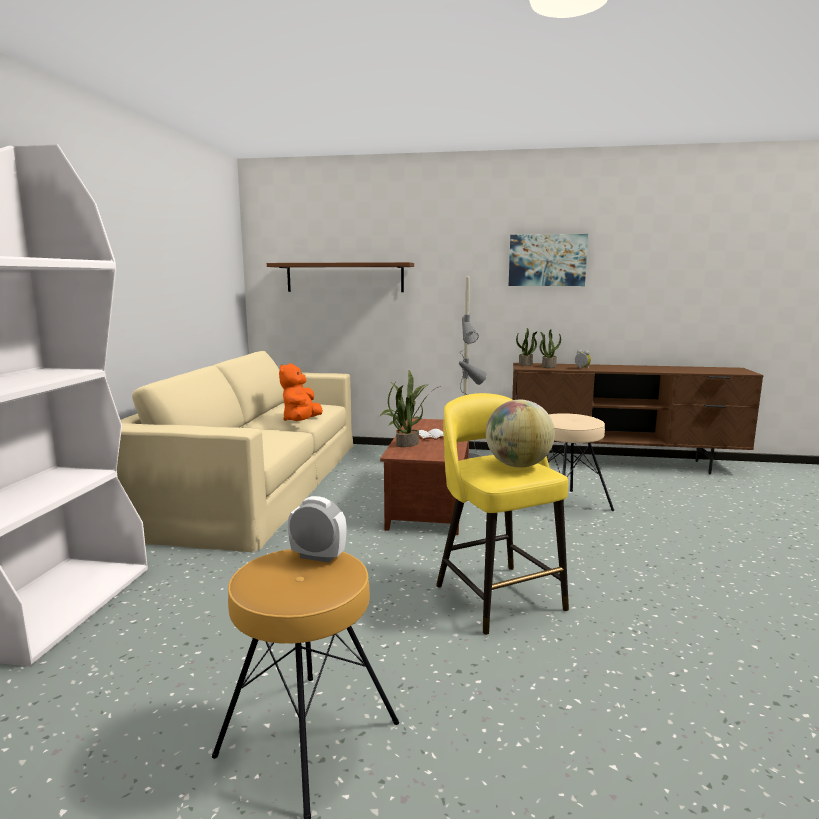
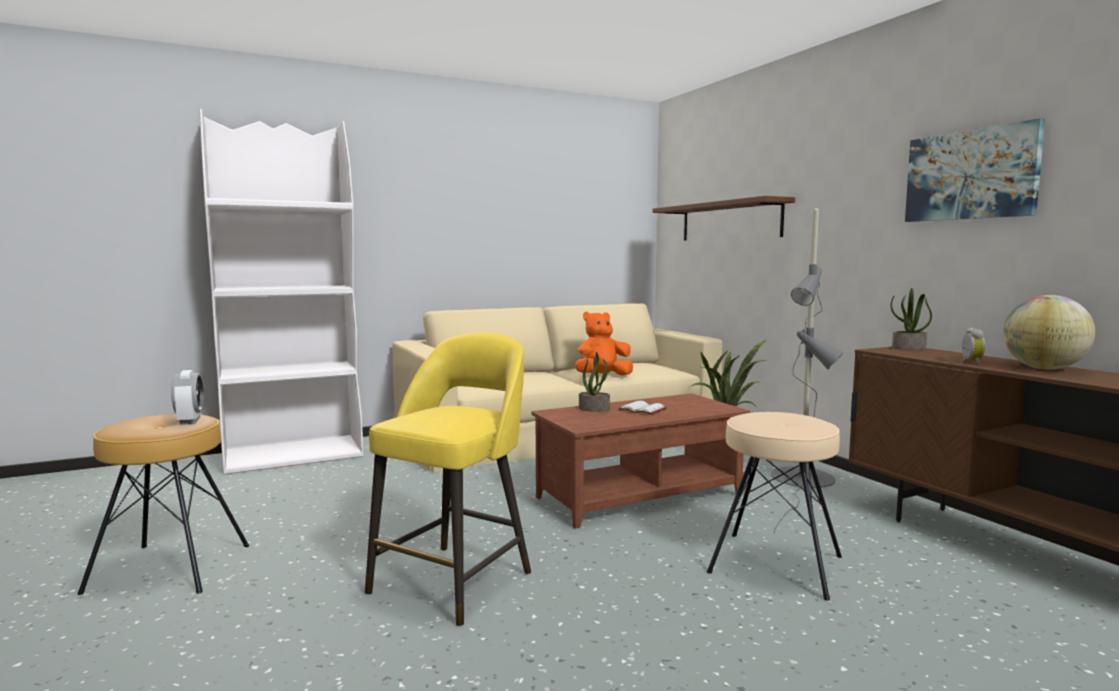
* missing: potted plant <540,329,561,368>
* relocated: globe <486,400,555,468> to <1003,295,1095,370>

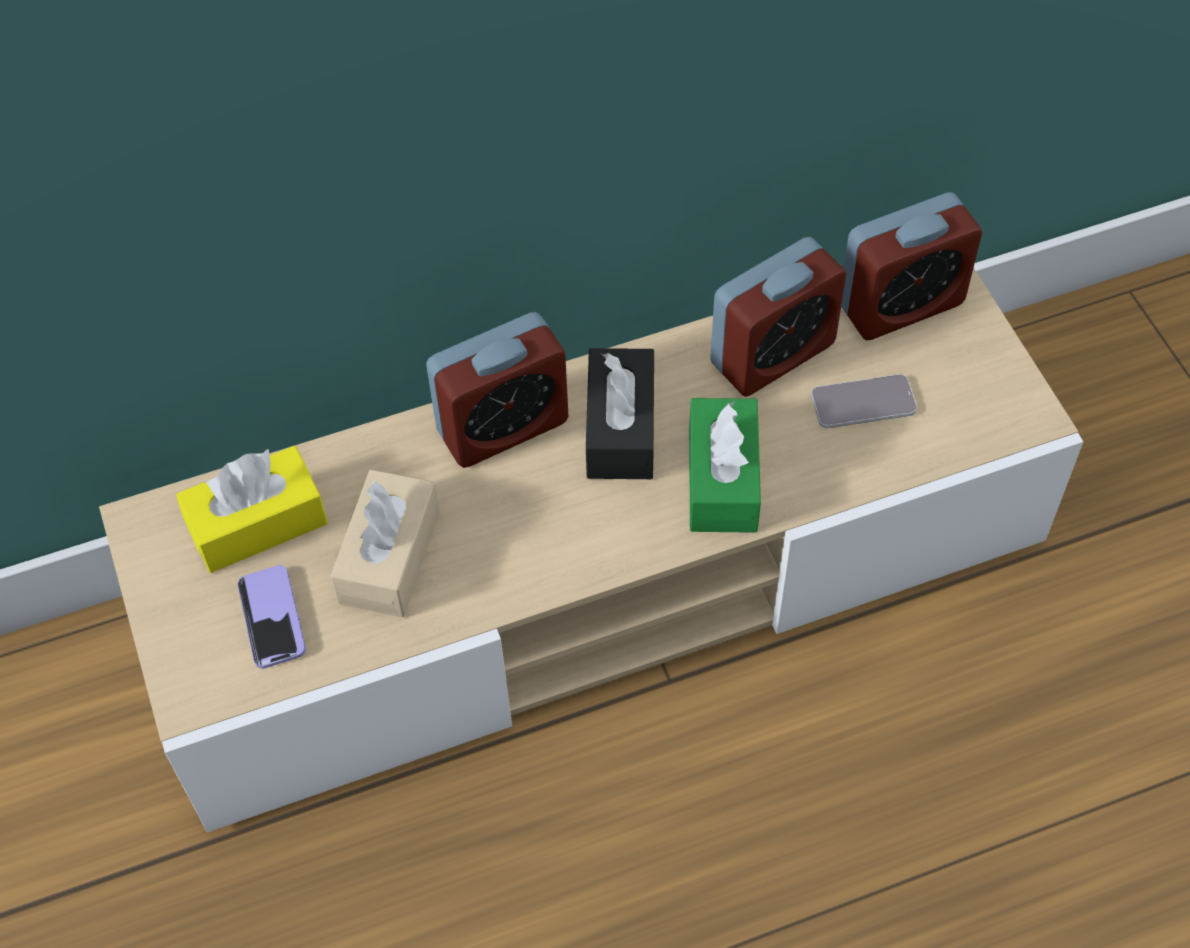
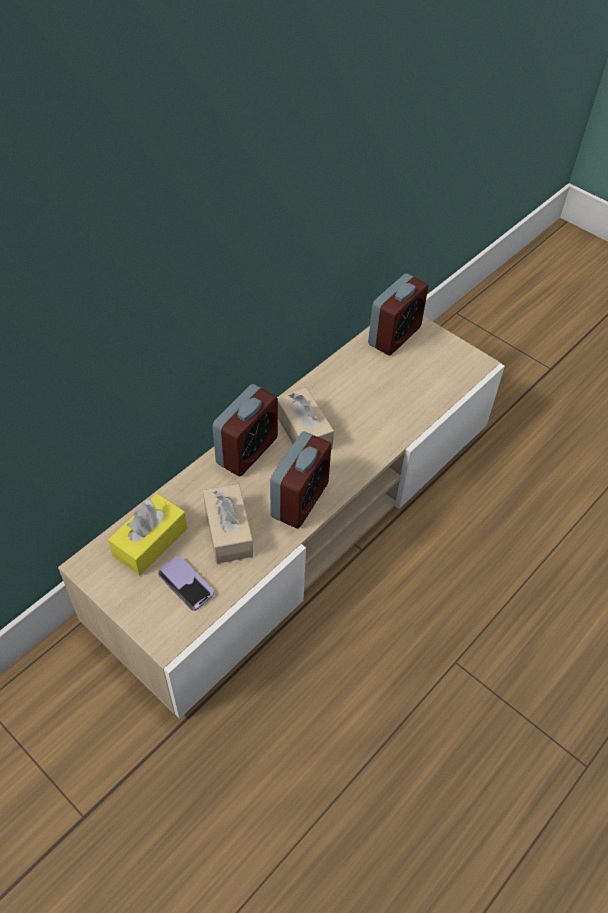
* relocated: alarm clock <710,237,846,397> to <270,431,332,529>
* colour: black tissue box <586,348,654,479> to beige tissue box <277,388,334,449>
* missing: phone <811,374,917,428>
* missing: green tissue box <689,398,761,533>

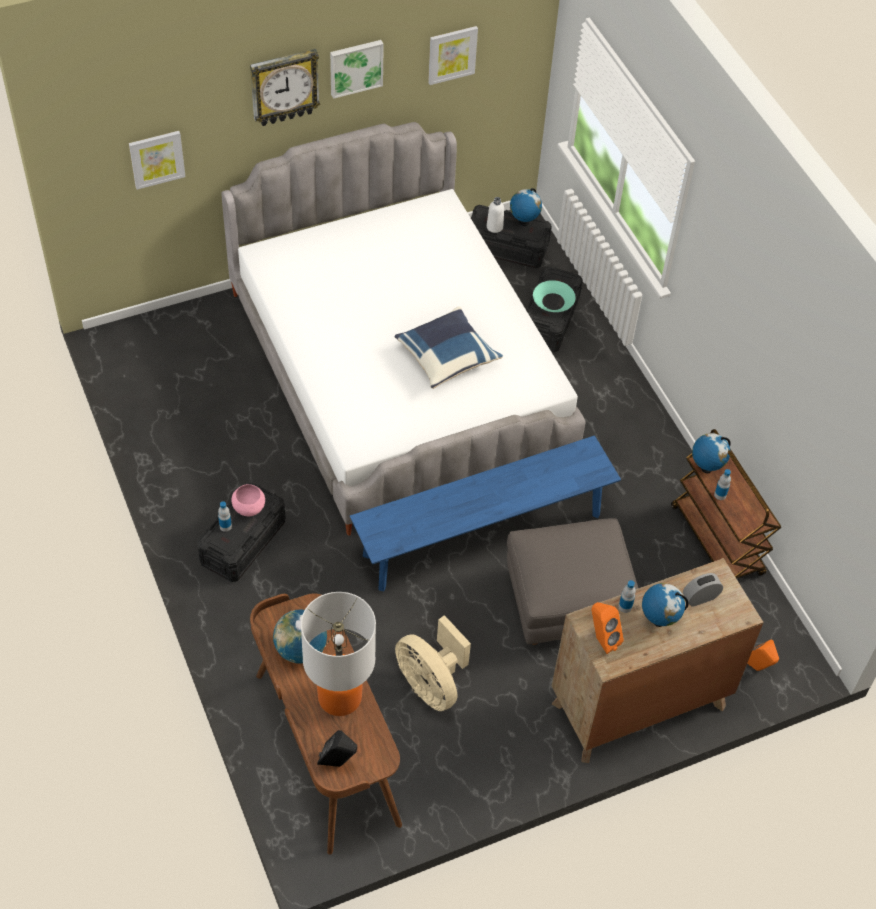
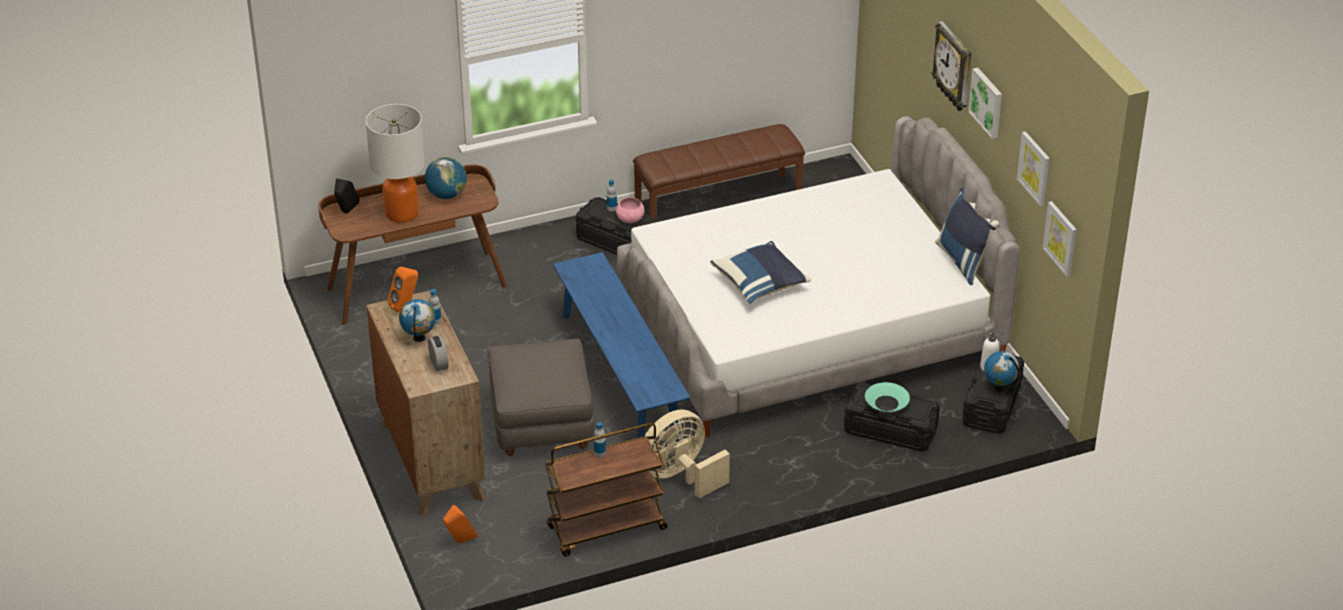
* relocated: picture <129,131,186,190> to <1042,201,1077,277>
* missing: globe <692,433,731,473>
* relocated: beige fan <395,615,471,711> to <645,409,730,498>
* appeared: brown bench <633,124,805,219>
* appeared: blue pillow <935,188,999,285>

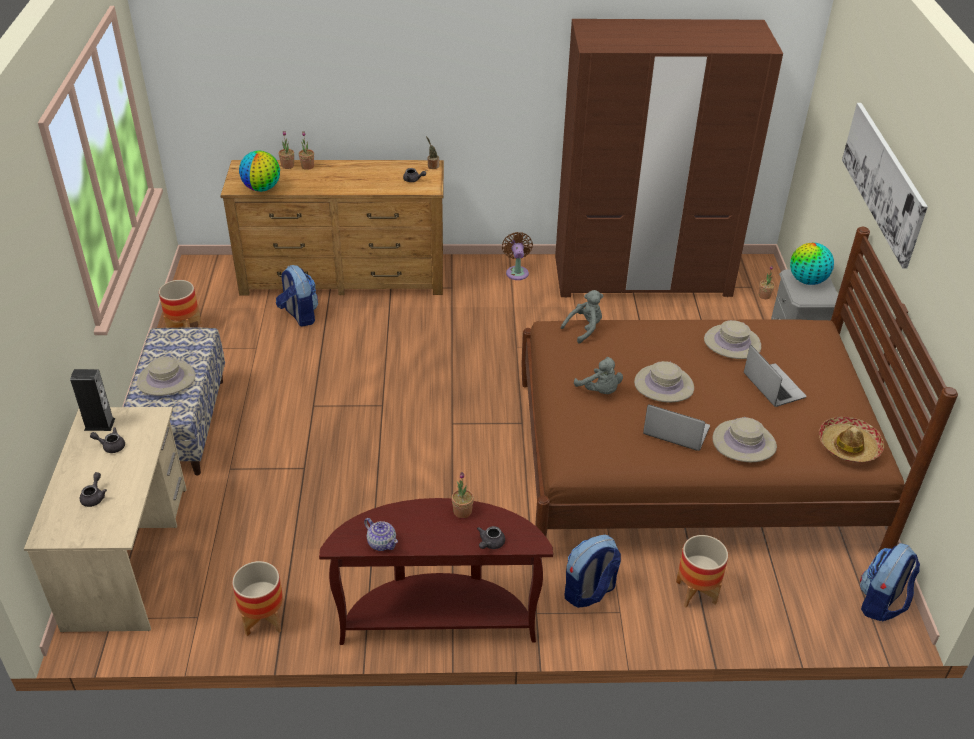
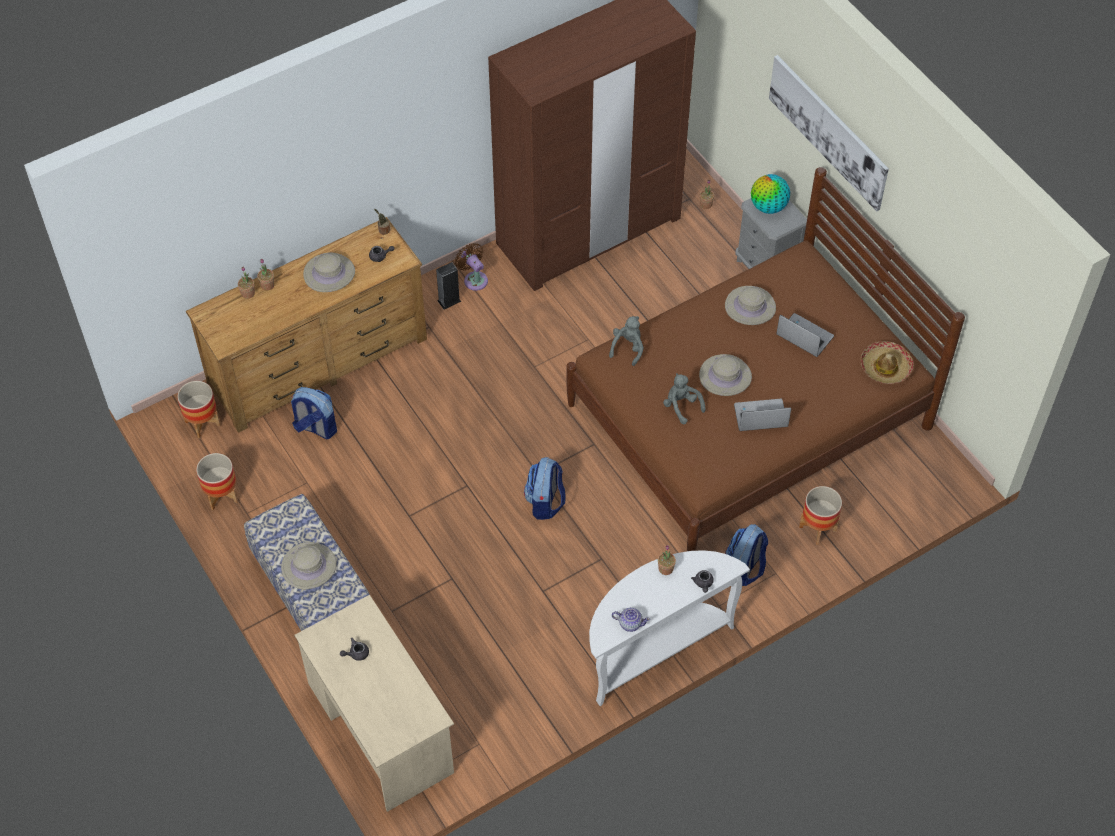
* missing: globe <239,151,280,192>
* spun: grey plush toy <574,357,623,394> = <663,373,706,424> 150 degrees counterclockwise
* relocated: speaker <70,369,115,431> to <436,262,461,310>
* relocated: beige hat <713,417,777,462> to <303,252,355,292>
* missing: grey teapot <80,472,107,507>
* colour: brown console table <319,498,553,645> to white console table <589,550,750,706>
* relocated: backpack <860,543,920,621> to <524,457,565,520>
* relocated: planter <232,561,283,636> to <177,381,221,438>

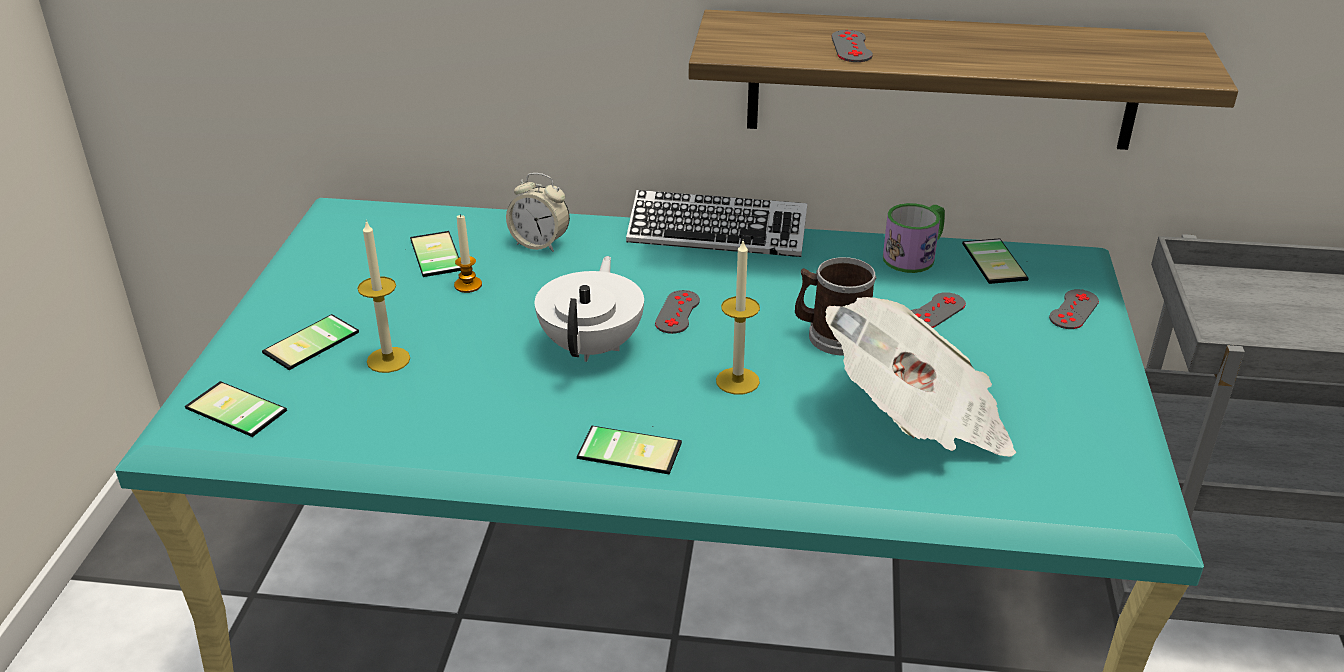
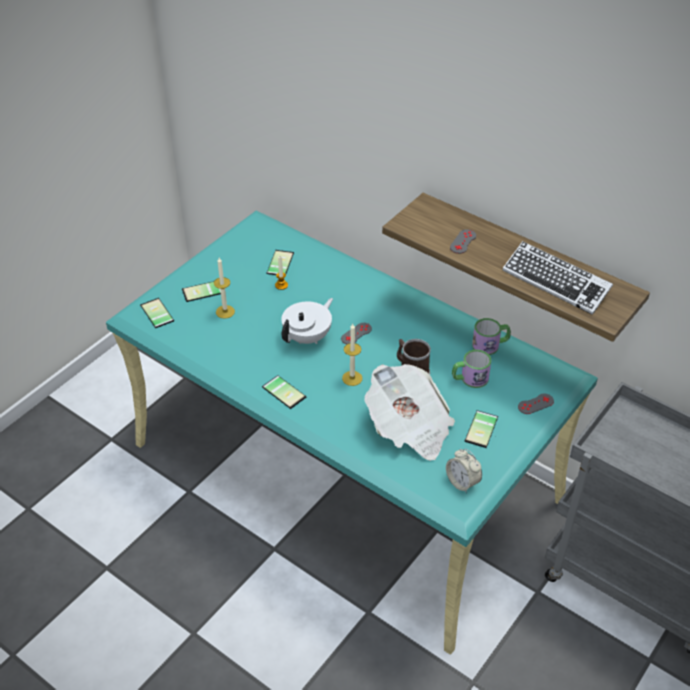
* relocated: alarm clock <506,173,570,252> to <446,448,482,493>
* relocated: keyboard <626,190,807,257> to <502,241,613,315>
* relocated: phone <962,238,1029,284> to <465,410,498,448>
* exchanged: grey game controller <911,292,966,328> to mug <452,350,492,388>

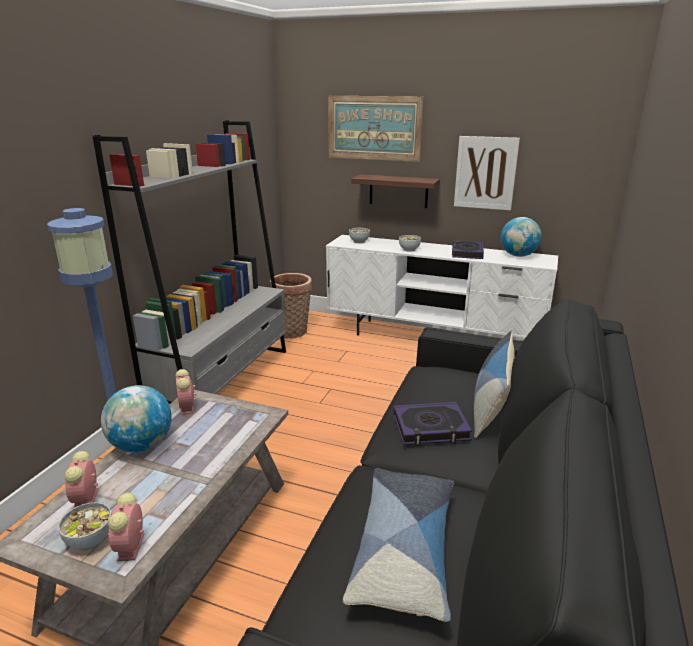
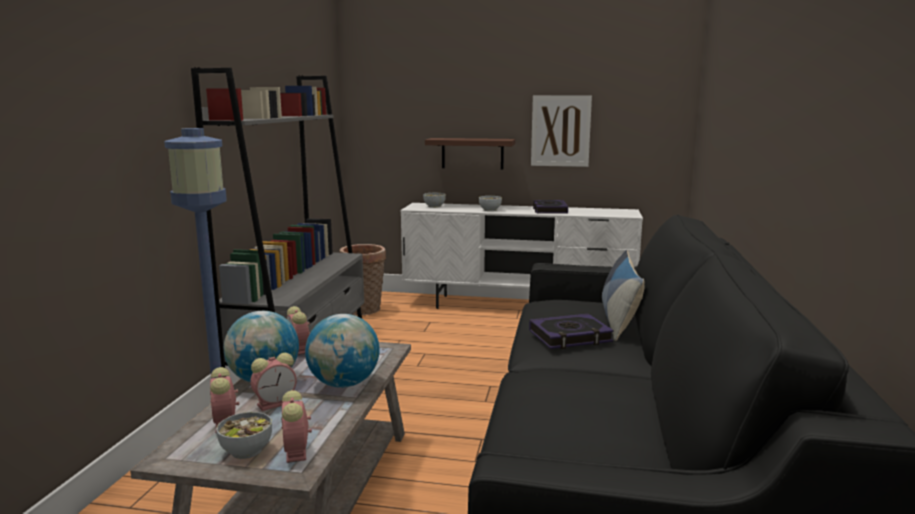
* missing: picture <328,96,423,162>
* relocated: globe <501,217,542,257> to <305,314,380,388>
* missing: pillow <343,468,454,622>
* appeared: alarm clock <251,353,297,411>

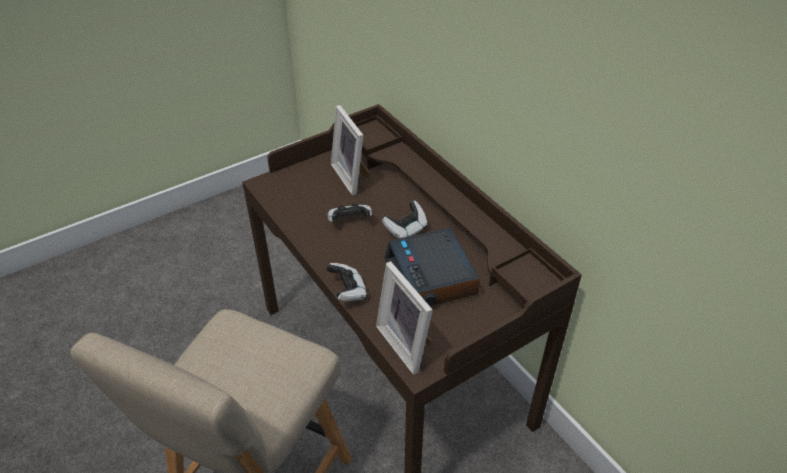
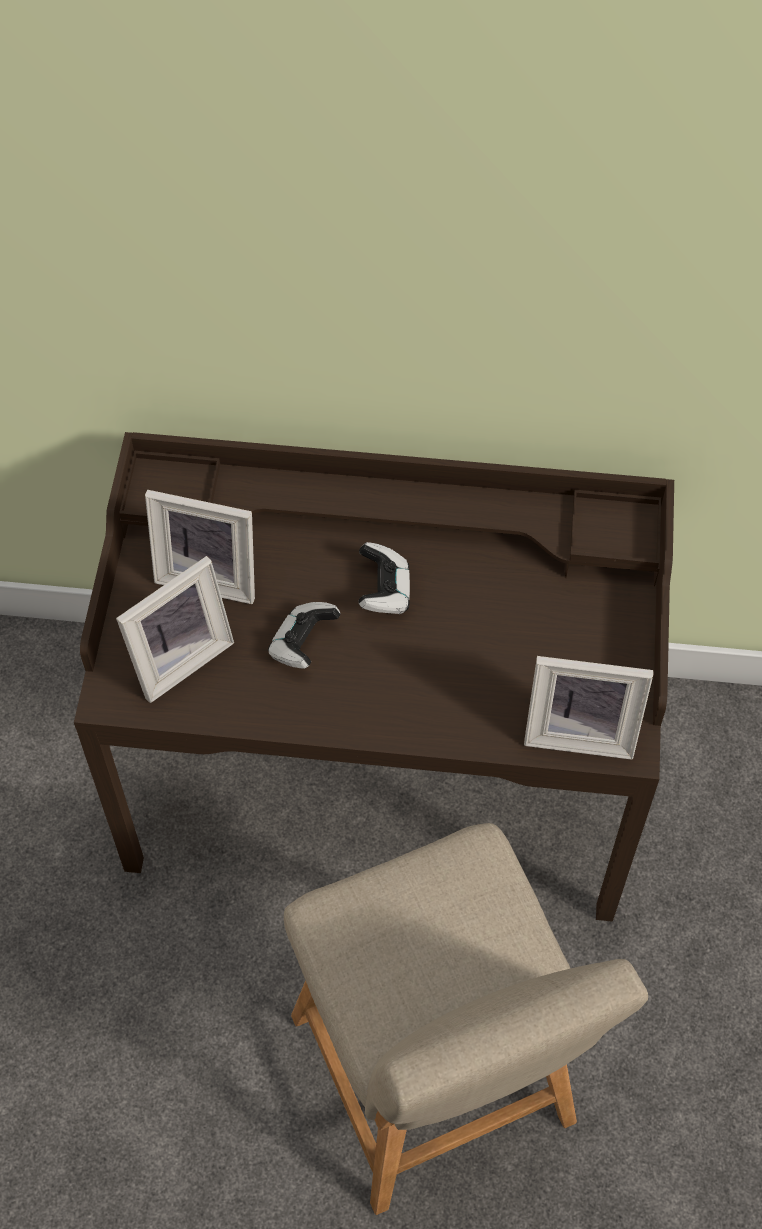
* missing: alarm clock <385,228,480,306>
* missing: game controller <326,263,368,301>
* appeared: picture frame <116,556,234,703>

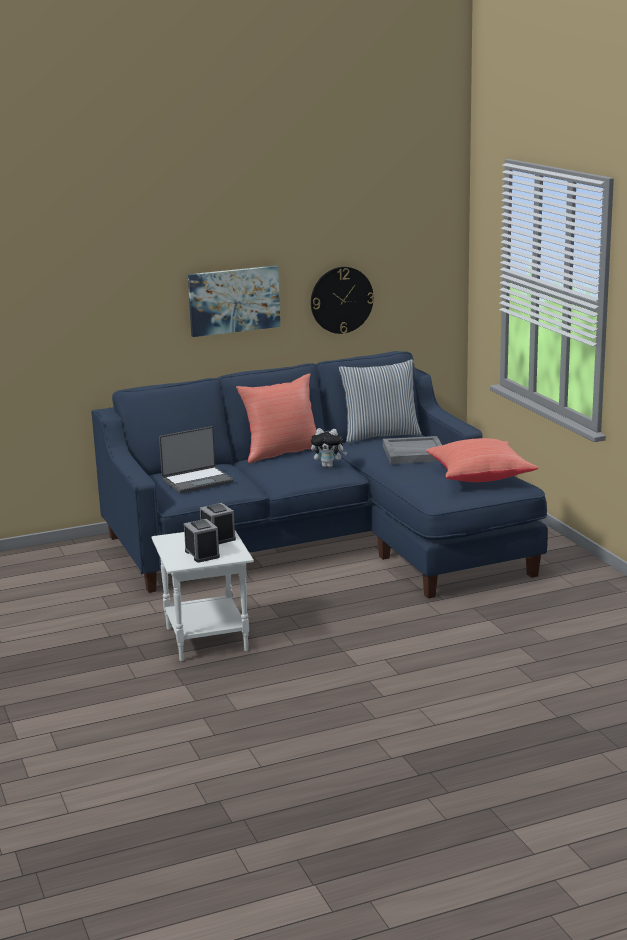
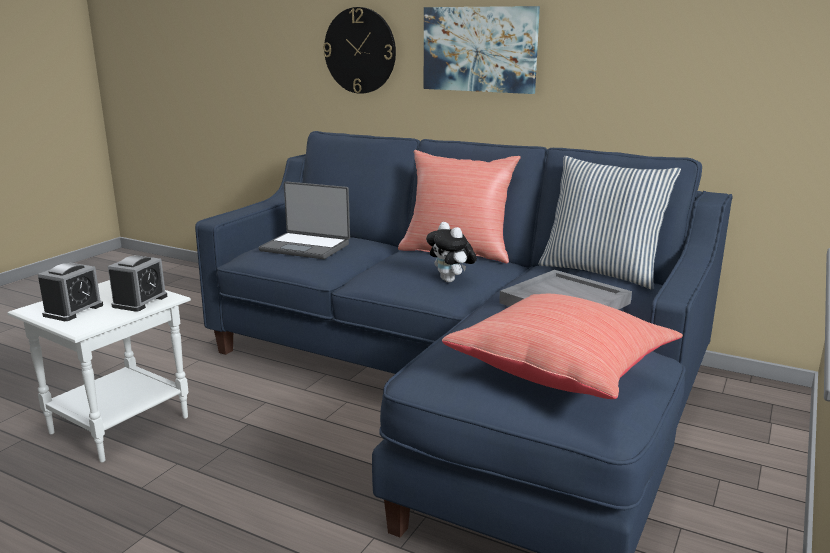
* relocated: wall clock <311,267,374,334> to <323,7,396,94>

